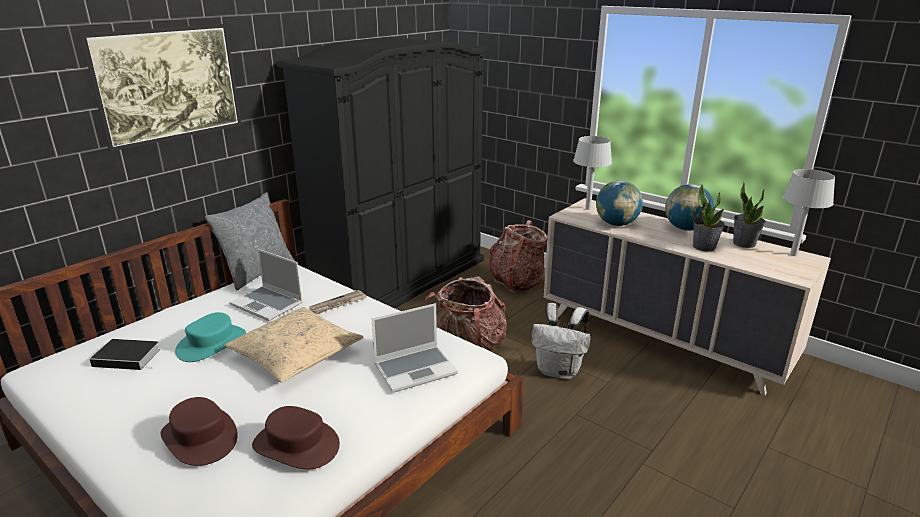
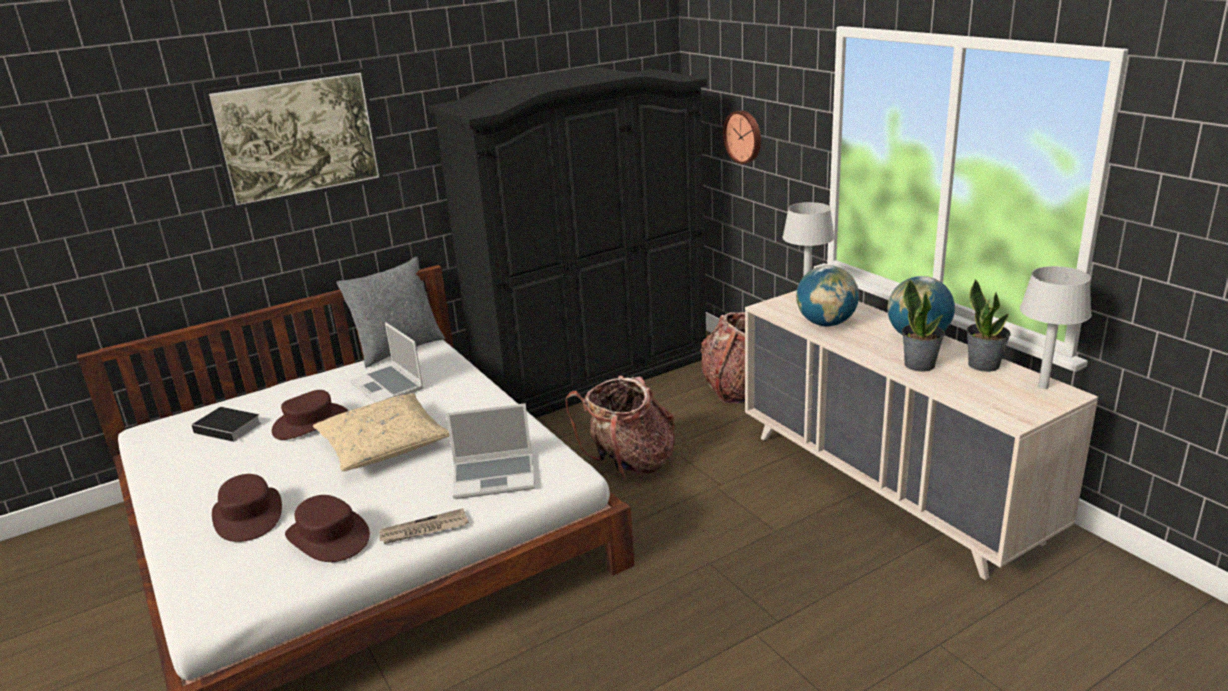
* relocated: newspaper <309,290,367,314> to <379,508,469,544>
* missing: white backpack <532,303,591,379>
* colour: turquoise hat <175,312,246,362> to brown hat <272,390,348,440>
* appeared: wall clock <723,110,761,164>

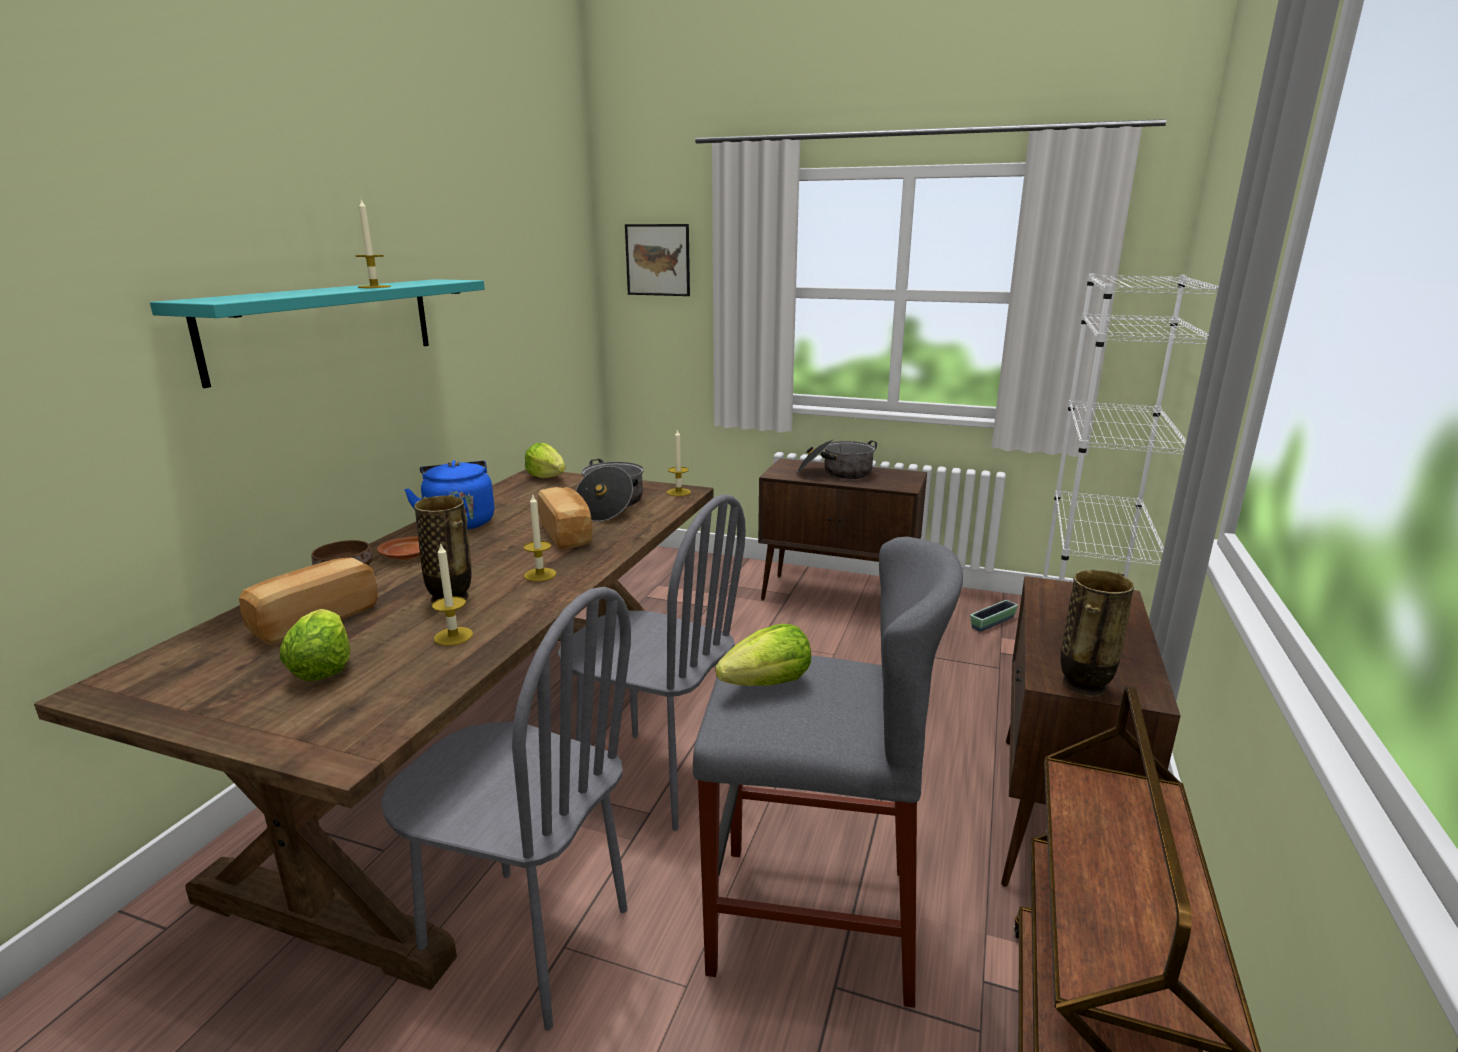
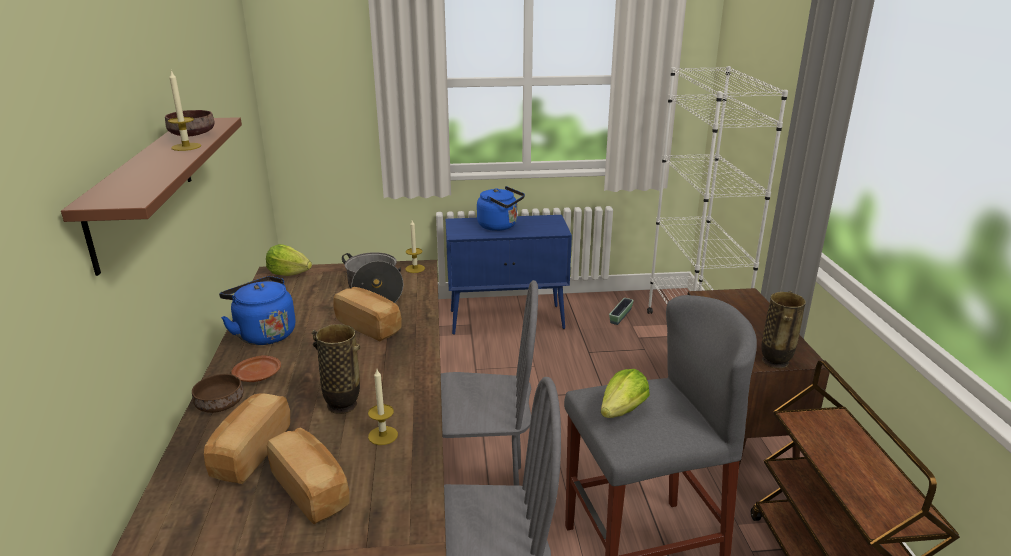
* missing: picture <625,224,690,296>
* colour: turquoise shelf <150,279,485,388> to brown shelf <61,117,242,276>
* exchanged: cooking pot <797,439,877,479> to blue kettle <477,186,525,231>
* colour: brown cabinet <758,458,927,601> to blue cabinet <446,215,572,335>
* missing: candle <524,493,556,581>
* exchanged: lettuce <280,609,351,681> to bread <267,428,350,525>
* appeared: brown bowl <165,110,214,136>

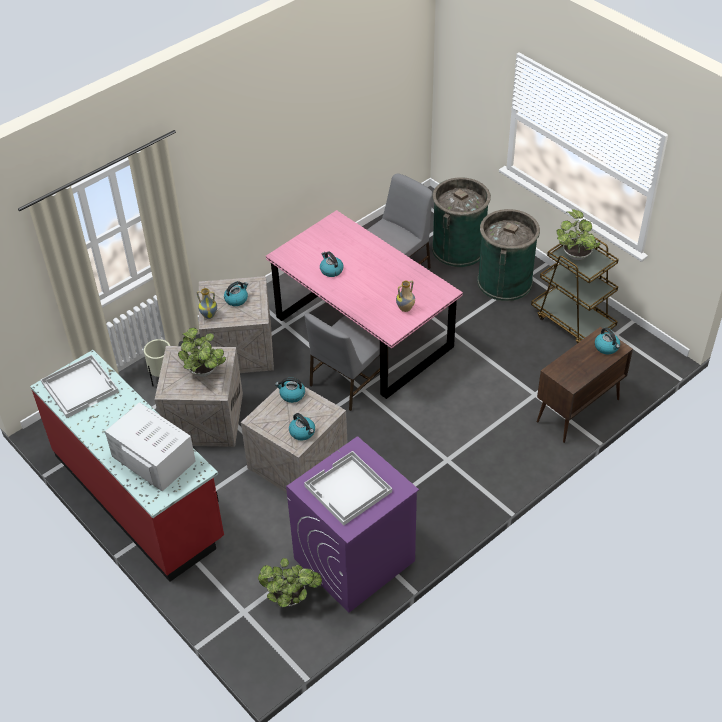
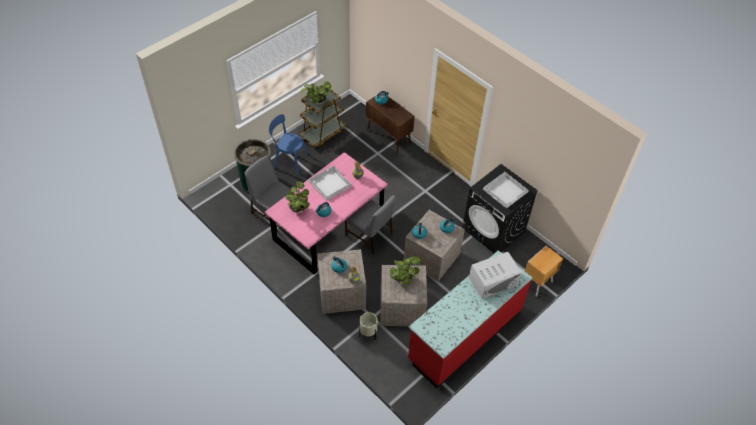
* exchanged: green trash can <477,209,540,301> to blue chair <269,114,307,174>
* relocated: white tray <41,355,119,418> to <308,166,352,201>
* spun: white microwave <105,402,196,492> = <469,252,522,299> 150 degrees counterclockwise
* colour: purple washing machine <286,436,419,613> to black washing machine <462,164,538,254>
* relocated: potted plant <258,558,322,607> to <285,181,309,213>
* appeared: brown nightstand <525,246,563,297>

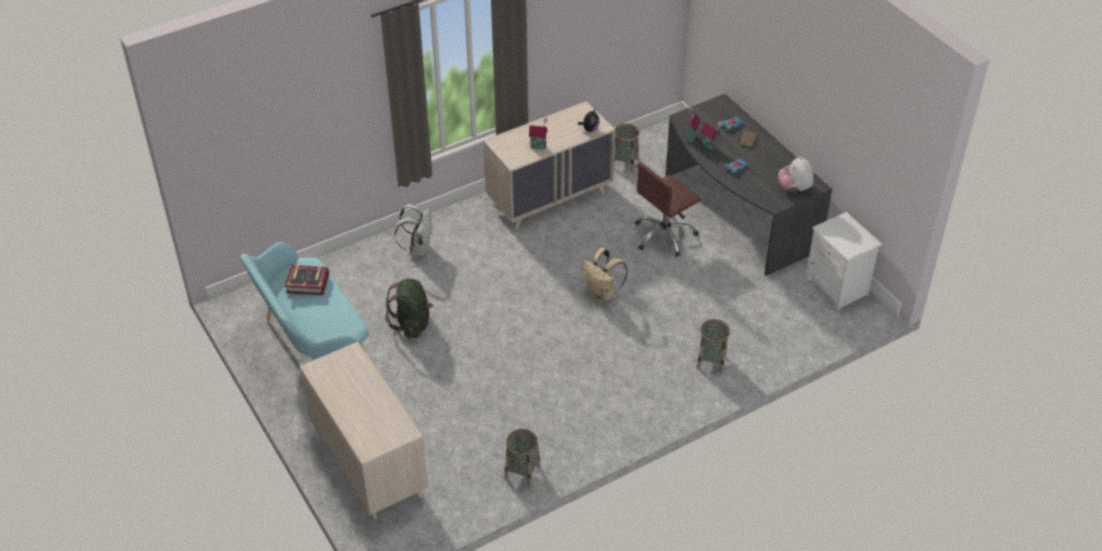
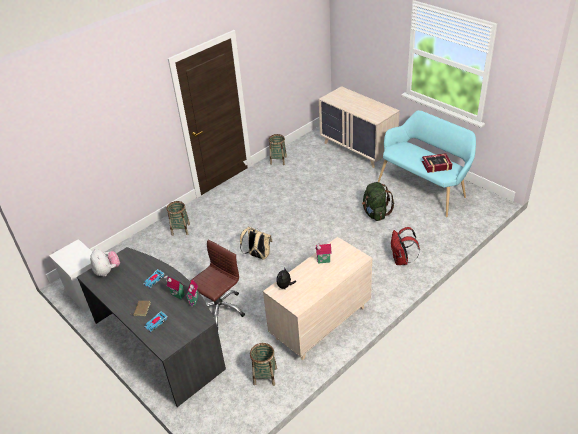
* colour: white backpack <394,204,432,257> to red backpack <391,227,420,265>

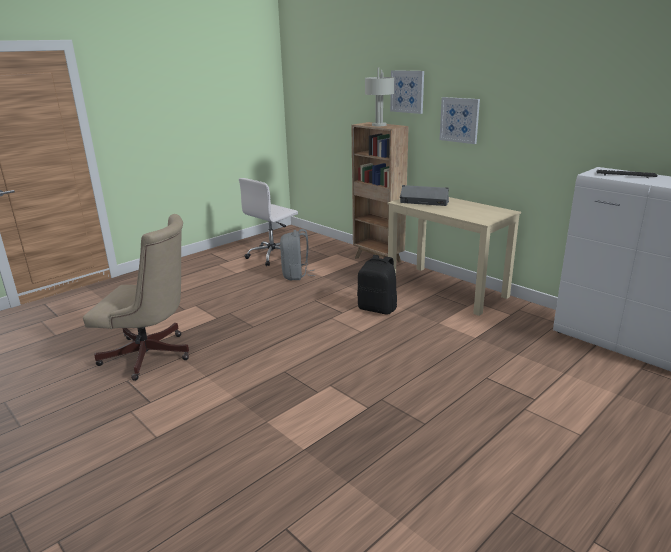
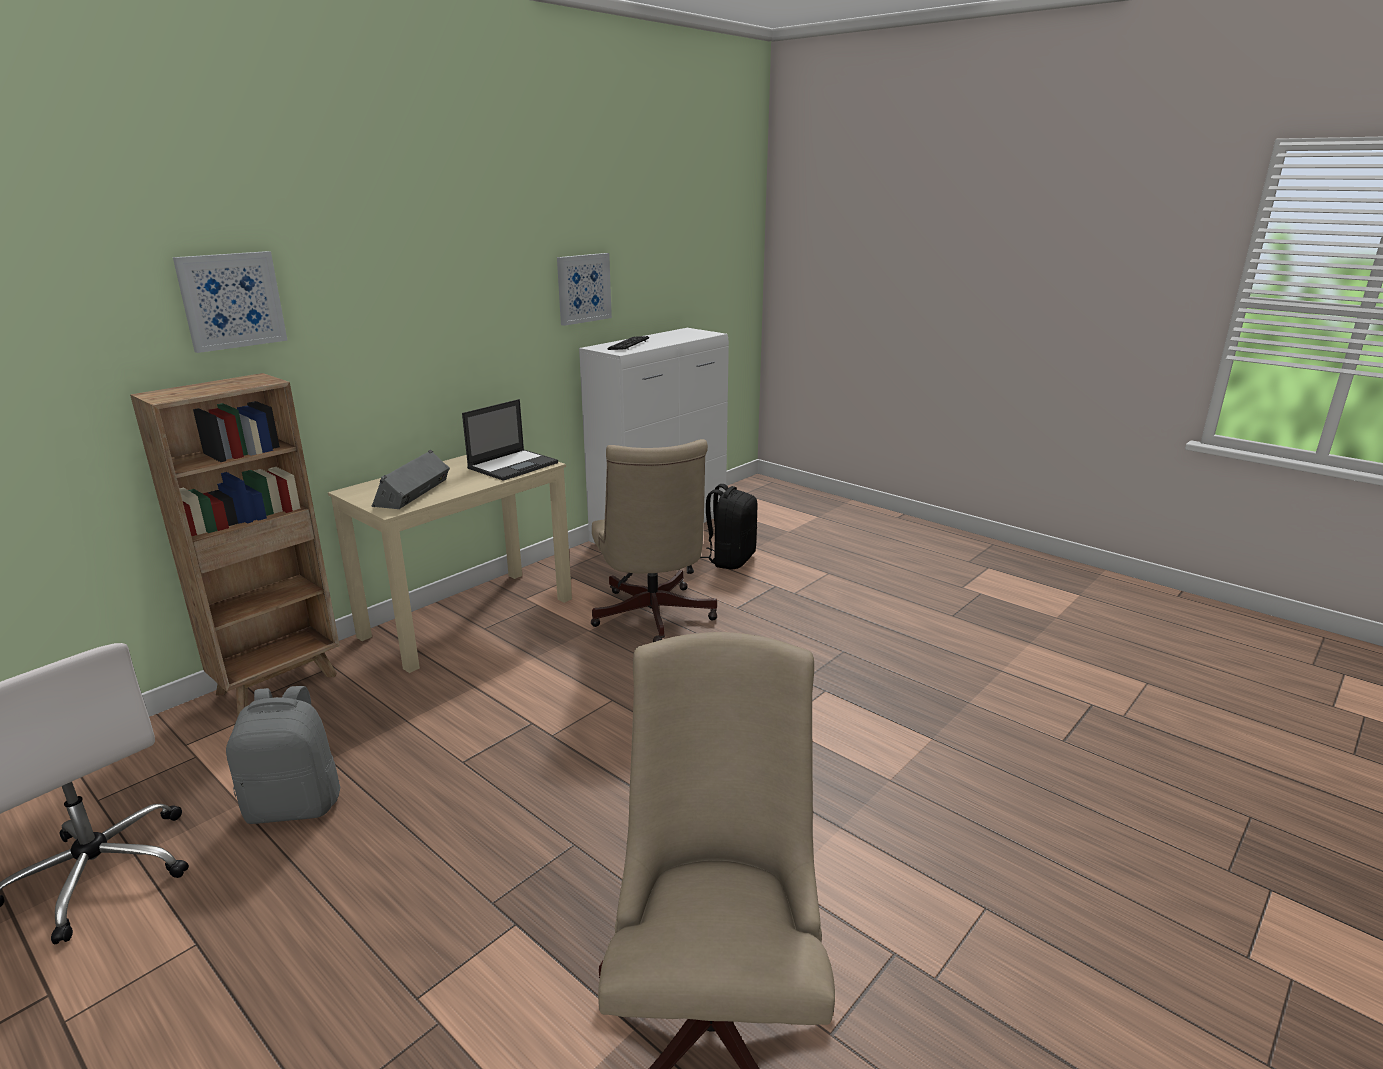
* missing: grey table lamp <365,67,394,126>
* relocated: picture <440,97,480,144> to <557,253,612,326>
* relocated: black backpack <357,255,397,315> to <700,484,757,569>
* appeared: laptop <462,399,558,481>
* appeared: beige office chair <591,439,717,642>

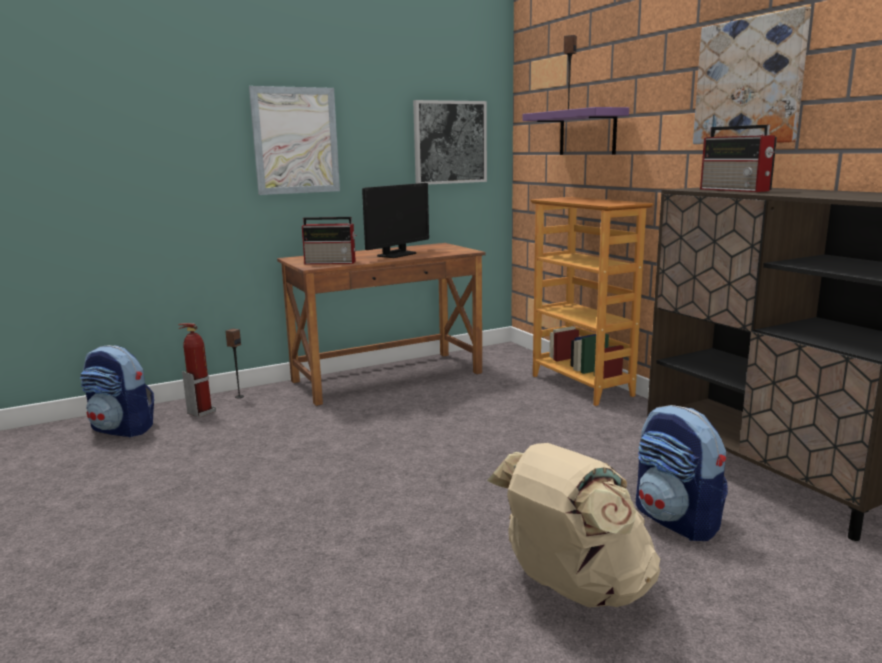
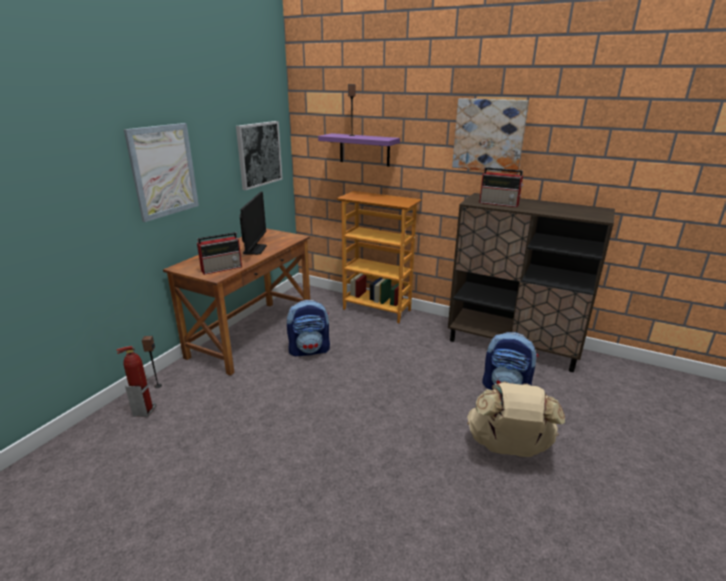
* relocated: backpack <80,345,154,438> to <287,300,330,356>

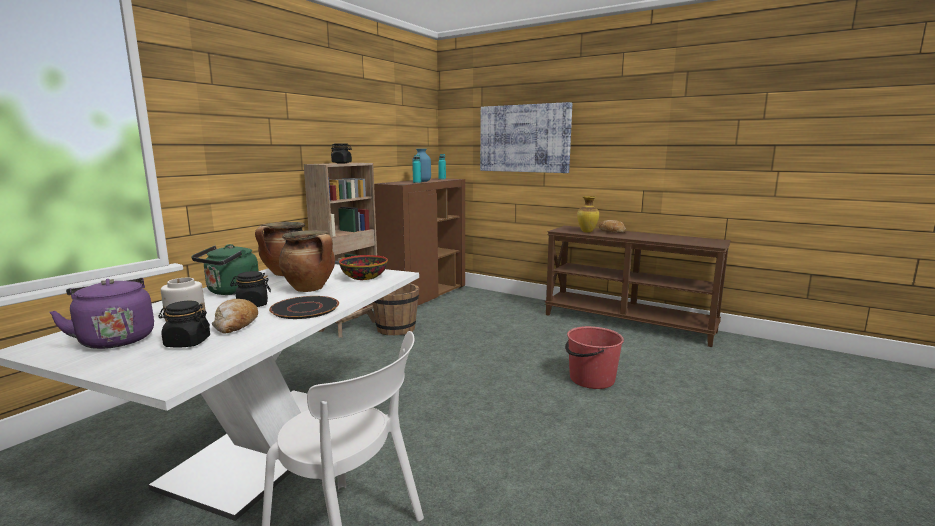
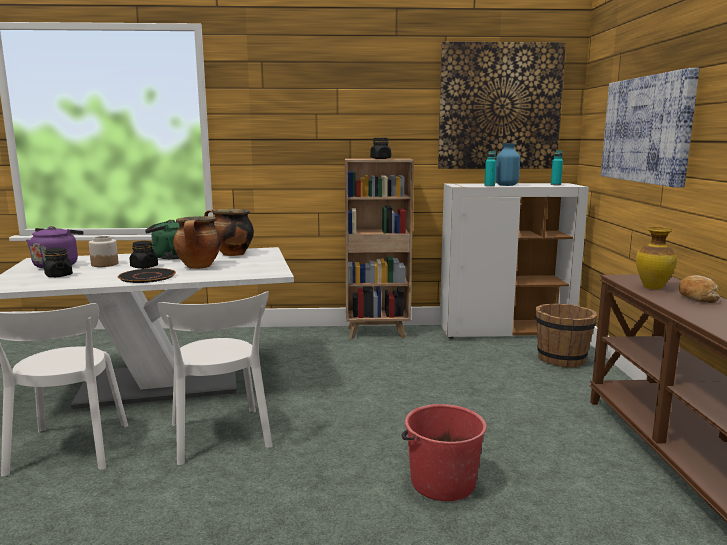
* colour: brown cabinet <374,178,465,306> to white cabinet <440,183,589,339>
* missing: bowl <339,255,388,280>
* relocated: brown bucket <372,283,419,335> to <535,304,597,367>
* missing: bread <212,299,258,334>
* appeared: picture <438,42,566,169>
* appeared: white chair <158,291,272,465>

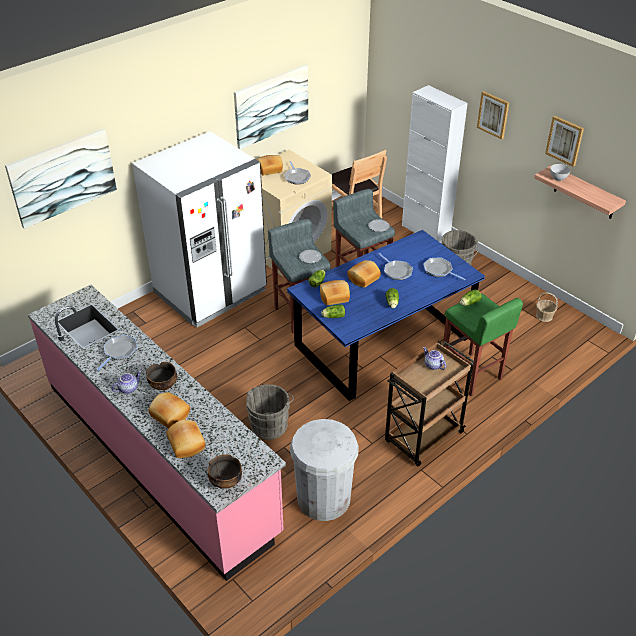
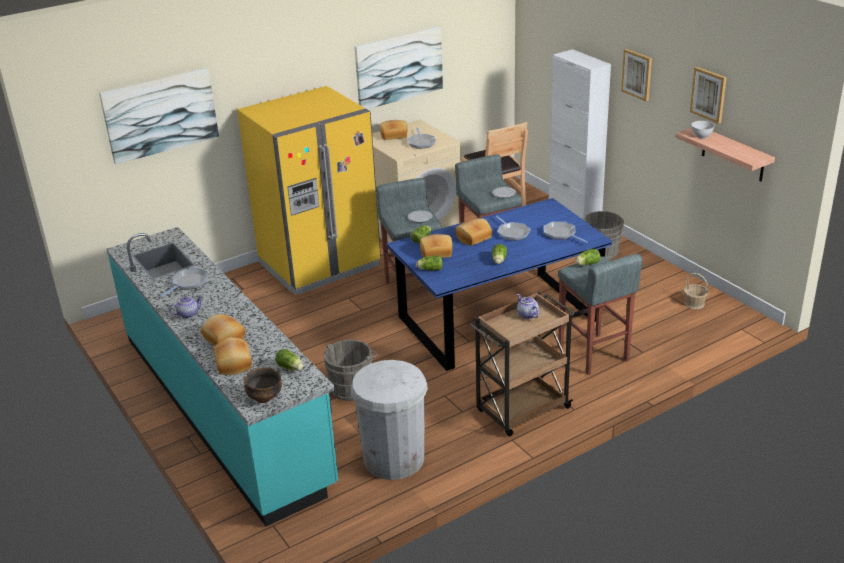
* colour: white fridge <132,131,267,327> to yellow fridge <237,86,381,295>
* colour: pink counter <28,285,286,581> to turquoise counter <106,227,338,527>
* colour: green stool <443,293,523,397> to grey stool <558,254,642,375>
* missing: bowl <146,362,177,390>
* appeared: lettuce <275,349,303,371>

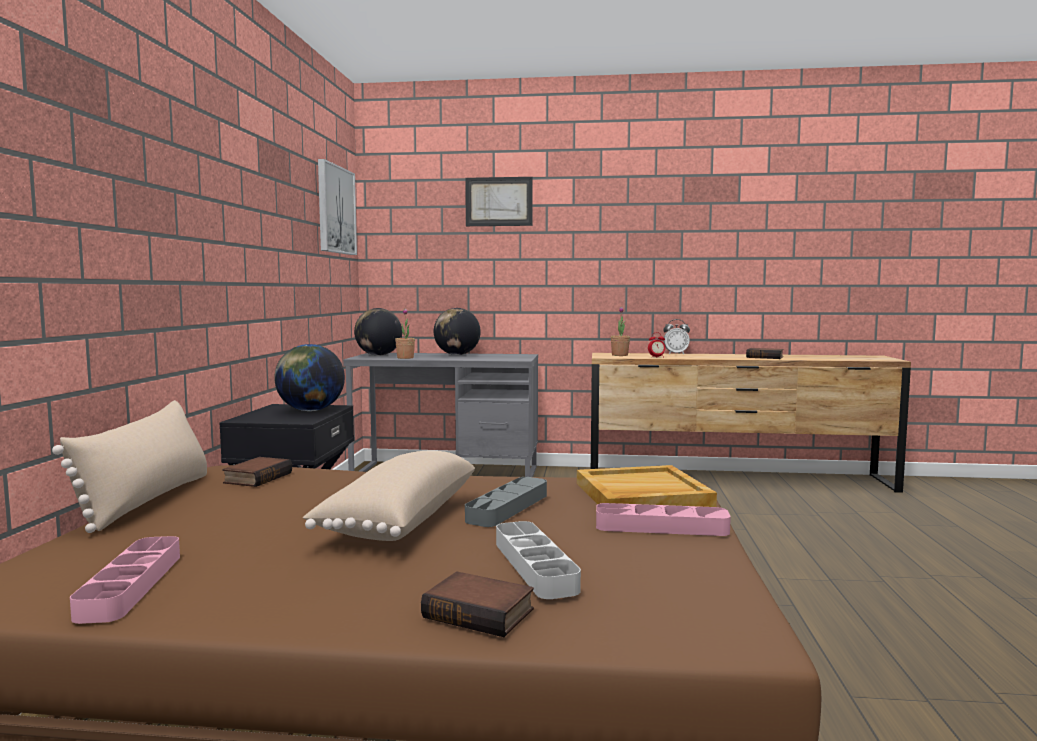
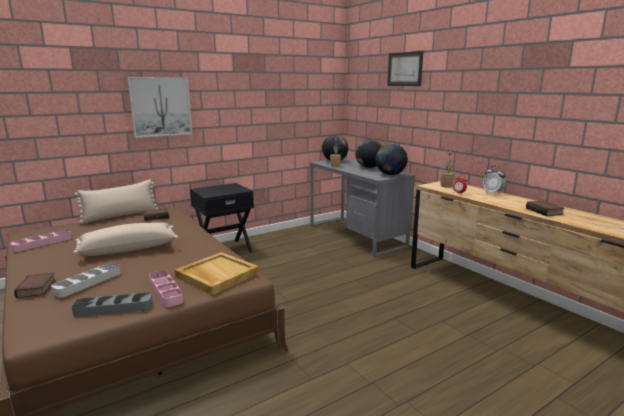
* relocated: picture <318,159,357,255> to <127,77,192,138>
* relocated: globe <274,344,345,411> to <376,144,408,175>
* relocated: grey tray <465,477,547,527> to <72,292,153,317>

